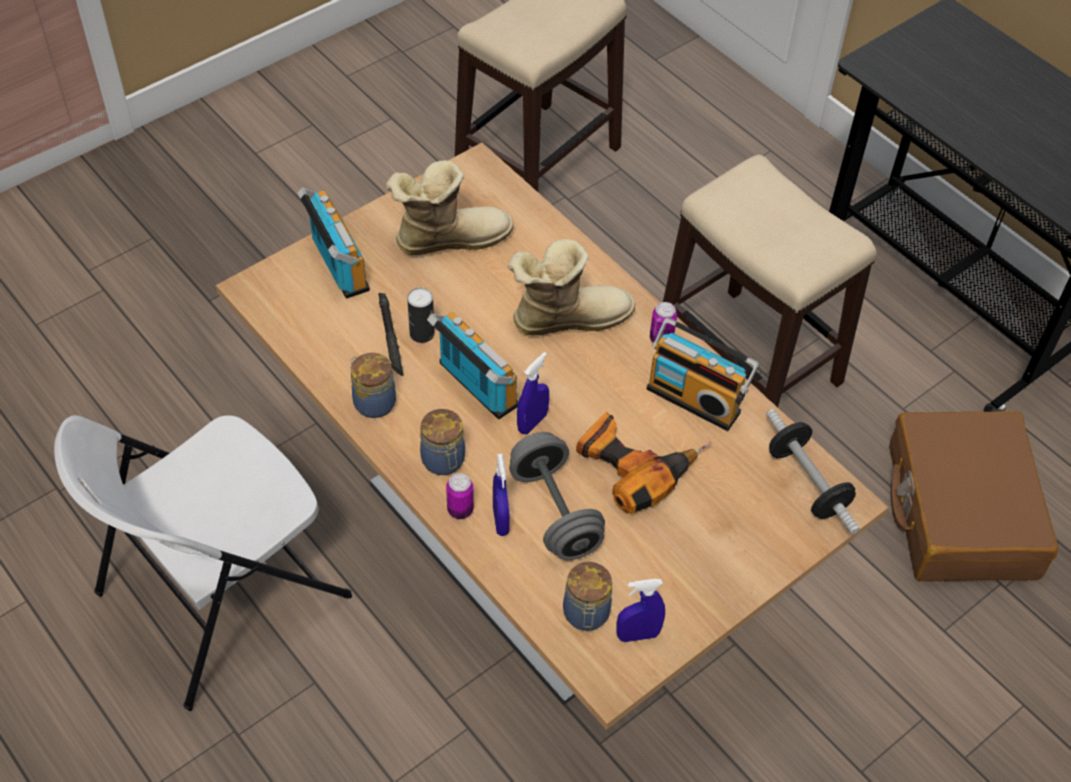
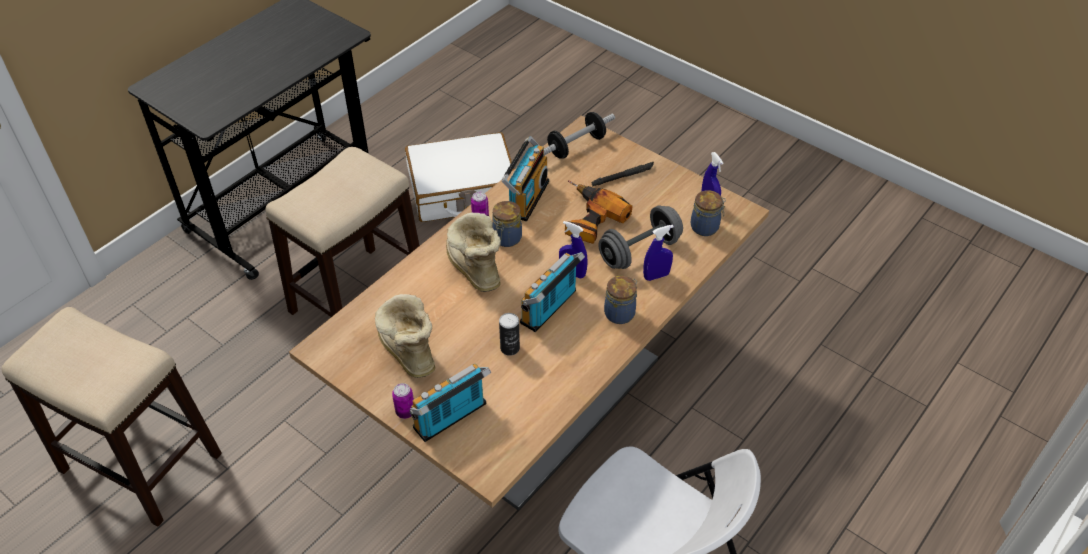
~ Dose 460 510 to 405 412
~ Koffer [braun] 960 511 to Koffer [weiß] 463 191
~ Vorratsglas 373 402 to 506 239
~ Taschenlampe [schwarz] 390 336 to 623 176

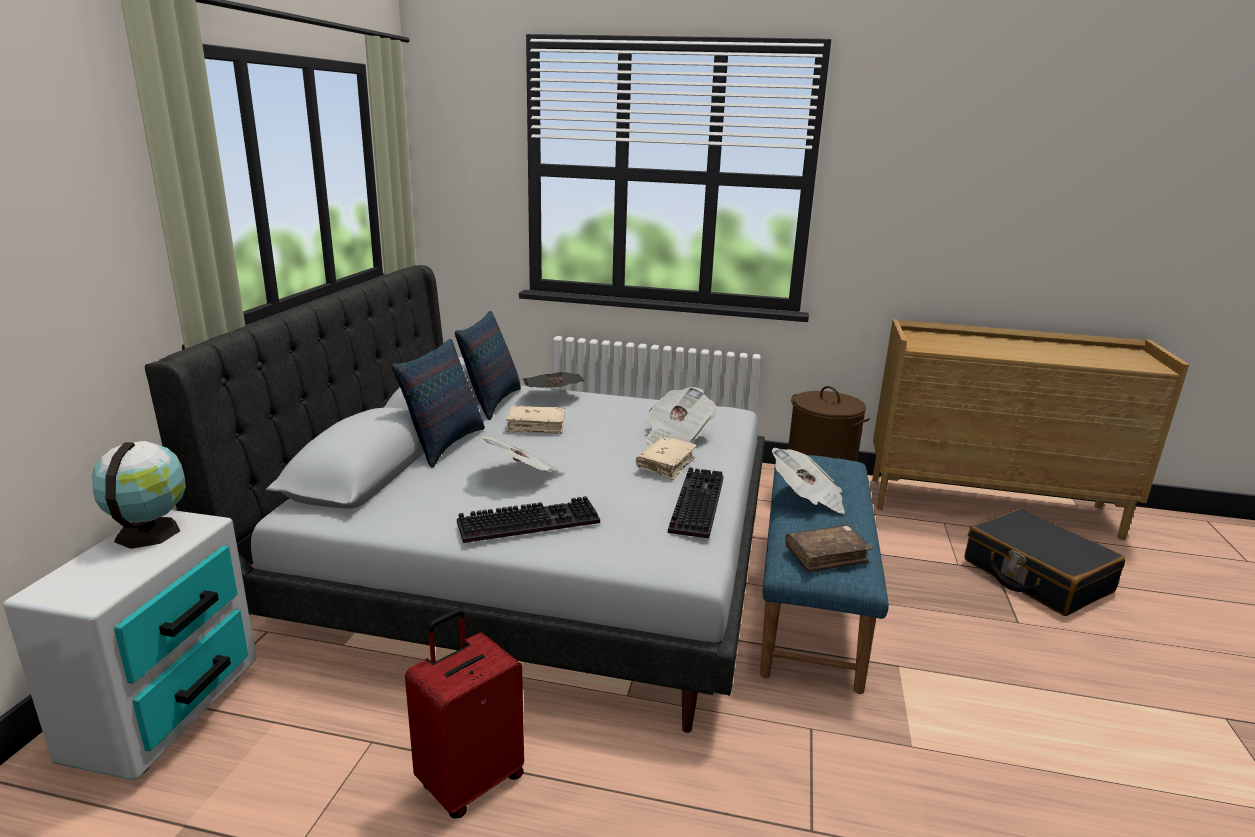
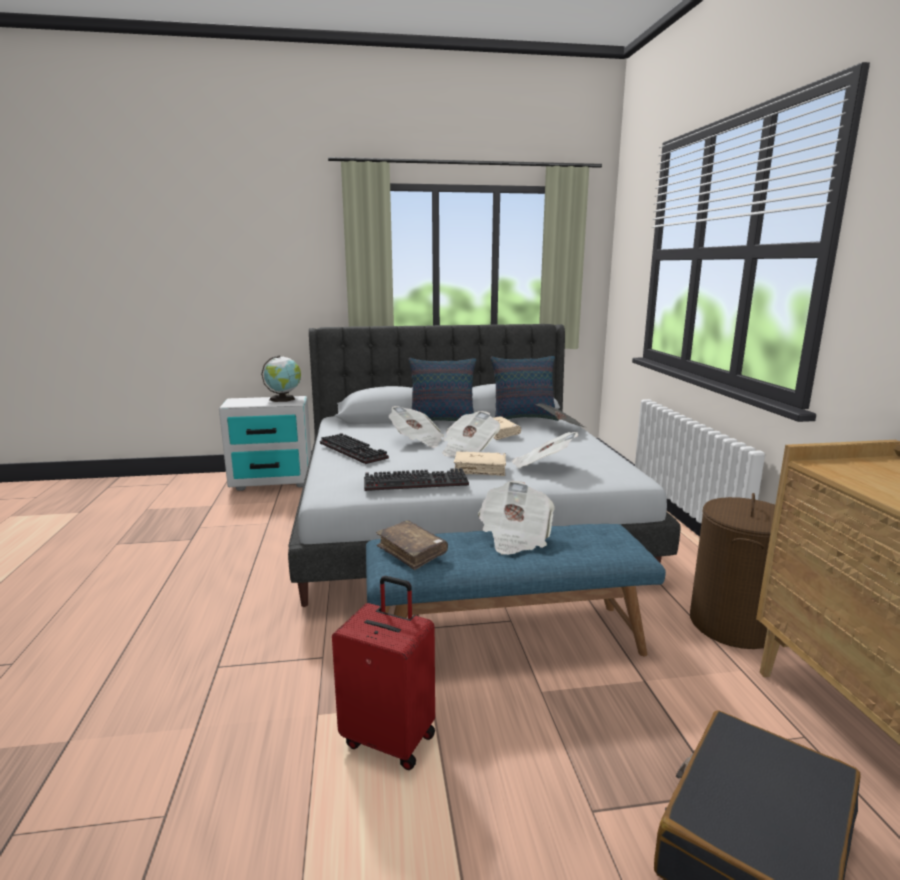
~ Koffer [rot] 470 781 to 390 738
+ Zeitung 468 450

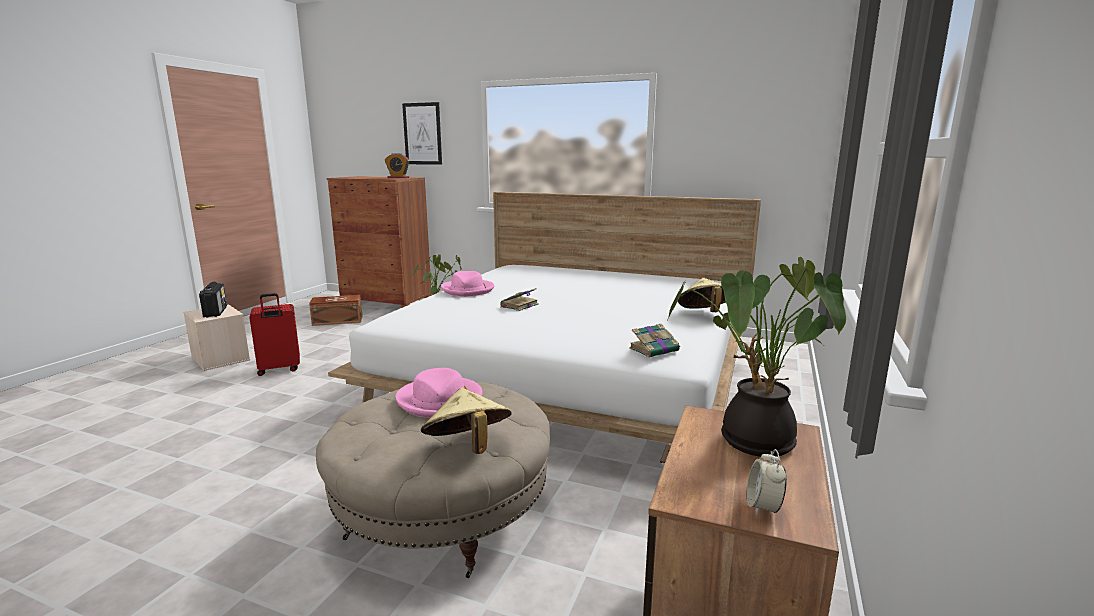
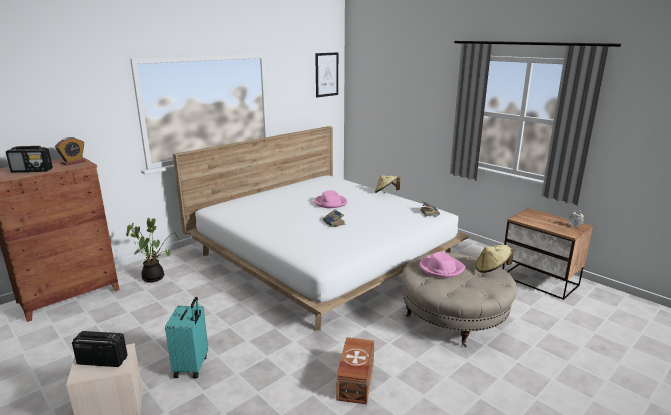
+ Radio 32 170
~ Koffer [rot] 279 369 to Koffer [türkis] 192 366
~ Hut [rosa] 468 290 to 330 203
~ Bild 422 134 to 326 74
~ Aufbewahrungsbox [braun] 337 320 to 354 381
- Topfpflanze 750 441

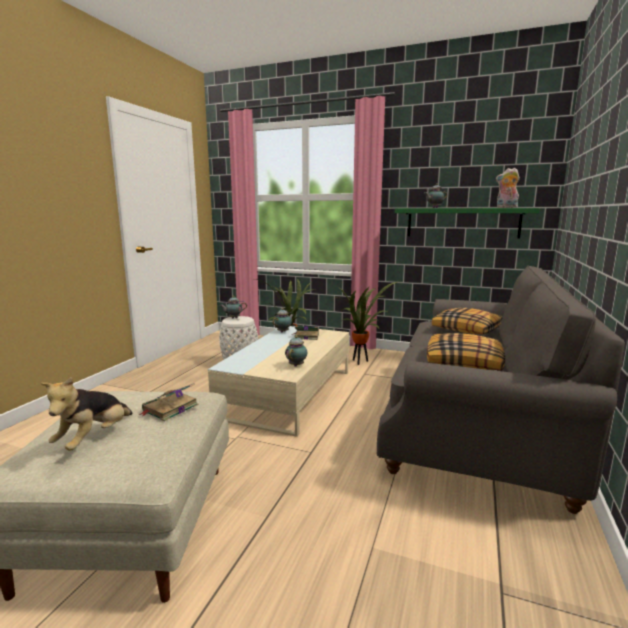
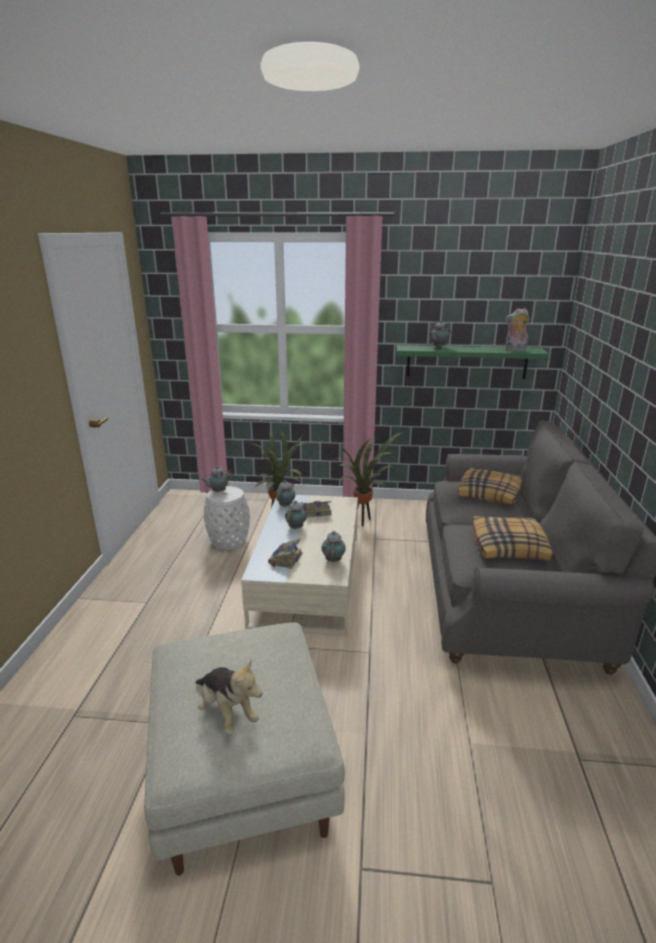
~ Plüschtier 94 438 = 227 712 45 degrees counterclockwise
~ Buch 169 408 to 285 559
+ Teekanne 296 527

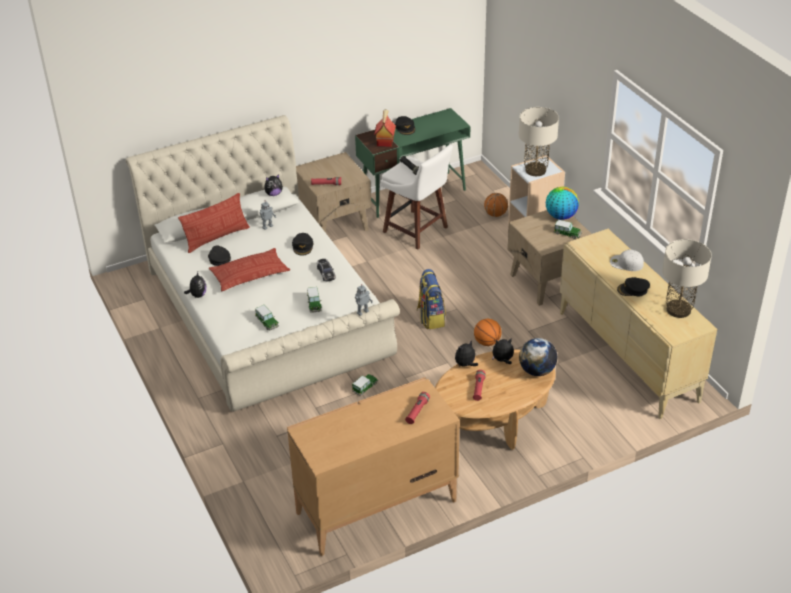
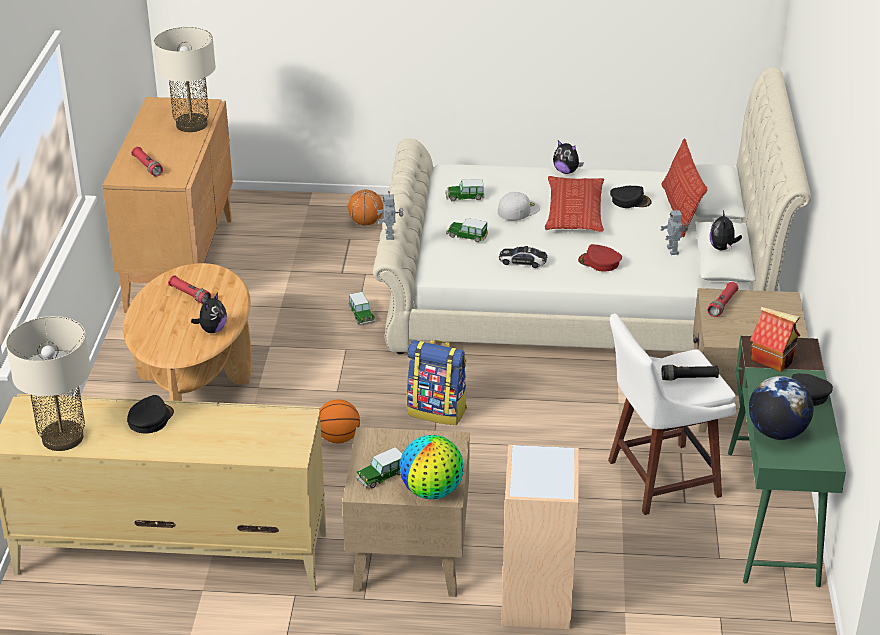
~ Tischlampe 535 170 to 191 125
~ Basketball 495 214 to 366 223
~ Kappe [weiß] 626 263 to 518 210
~ Kappe [schwarz] 303 246 to Kappe [rot] 599 262
~ Globus 537 371 to 776 432
- Plüschtier 465 365

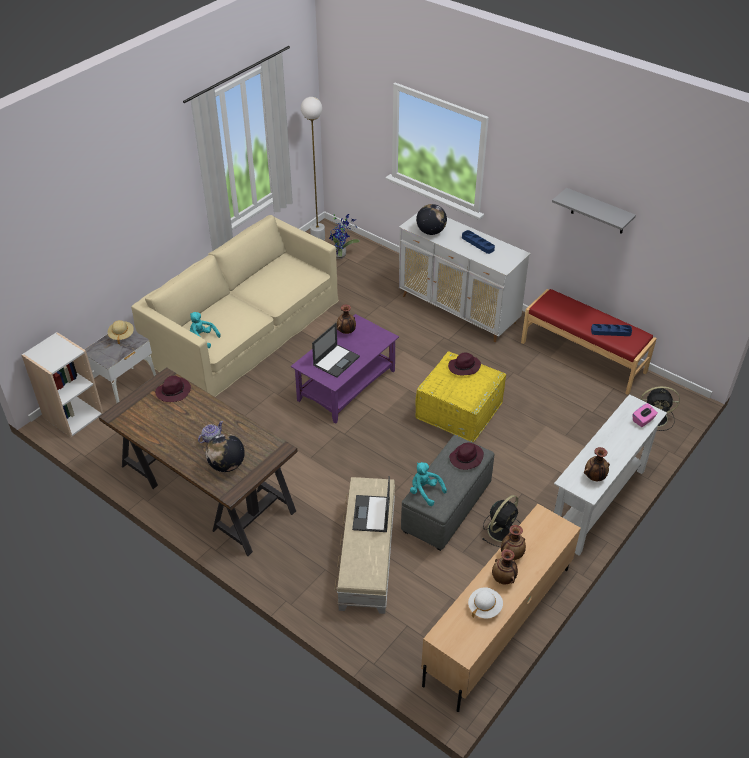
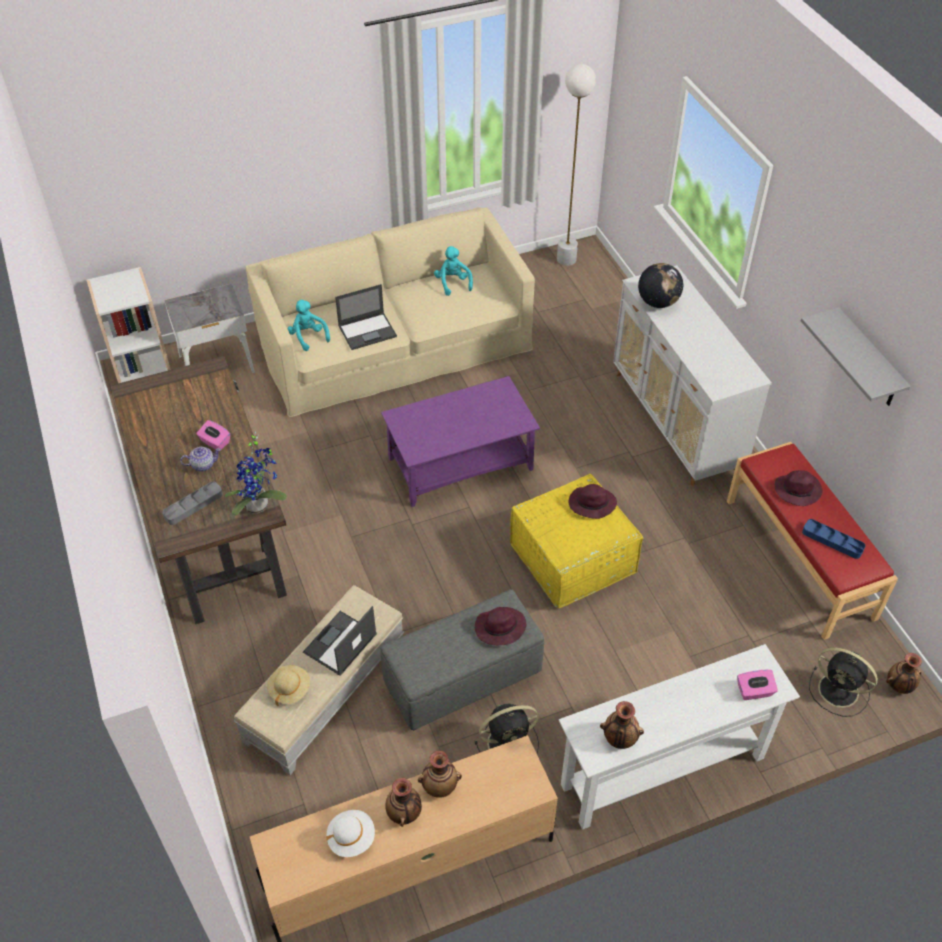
~ Globus 226 465 to Tablett [grau] 193 505
+ Taschentuchbox [rosa] 215 442
~ Topfpflanze 341 255 to 259 505
~ Hut [beige] 121 335 to 289 689
~ Laptop 336 360 to 368 331
~ Plüschtier [türkis] 425 491 to 453 283
~ Hut [lila] 174 391 to 798 490
~ Vase 346 331 to 899 686
- Tablett [blau] 478 243

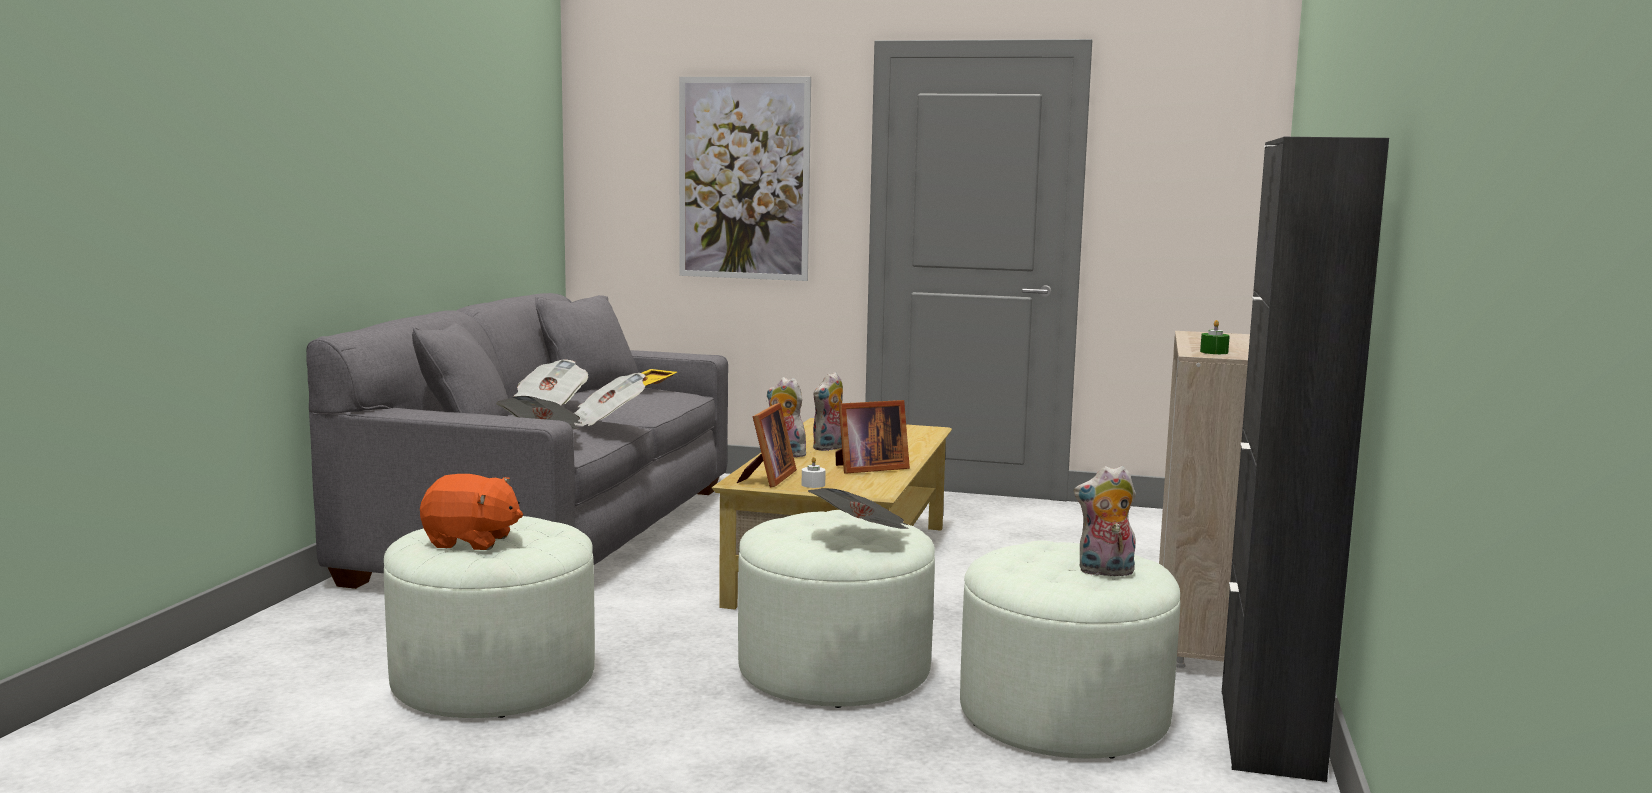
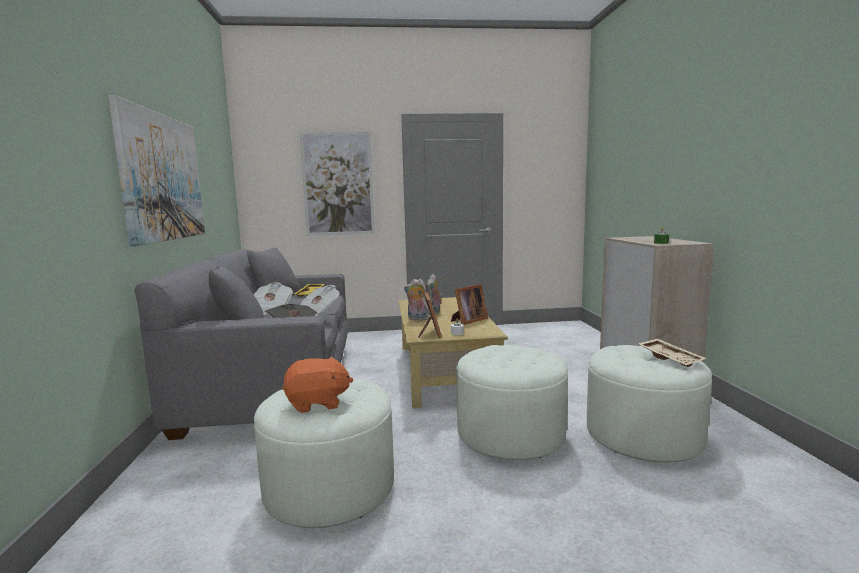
+ Bild 162 177
~ Plüschtier 1105 572 to Tablett [beige] 671 358
- Zeitung 862 537
- Schrank [schwarz] 1269 733

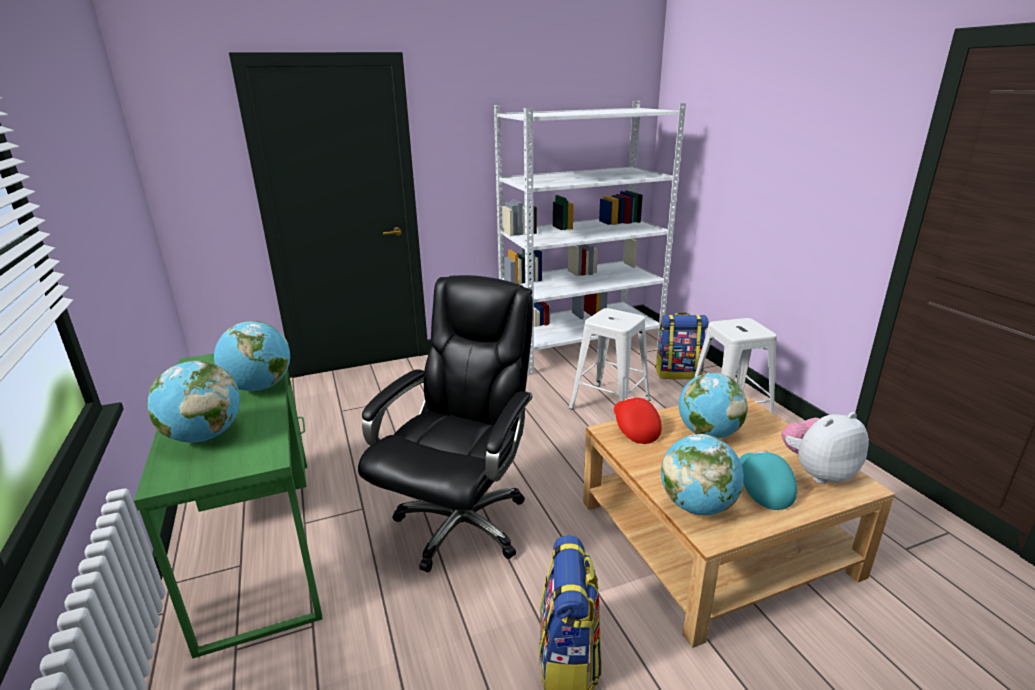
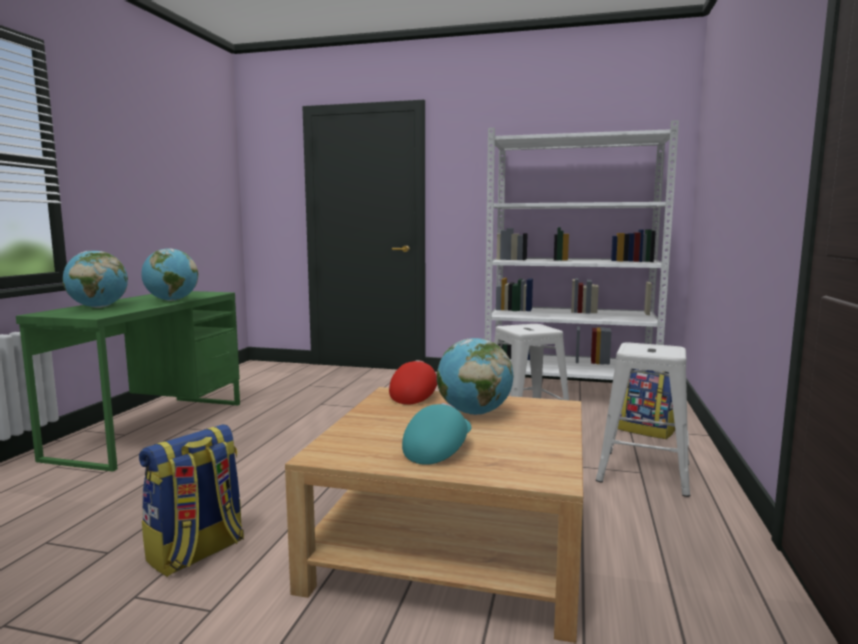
- Bürostuhl [schwarz] 460 526
- Globus 697 506
- Plüschtier 817 472

